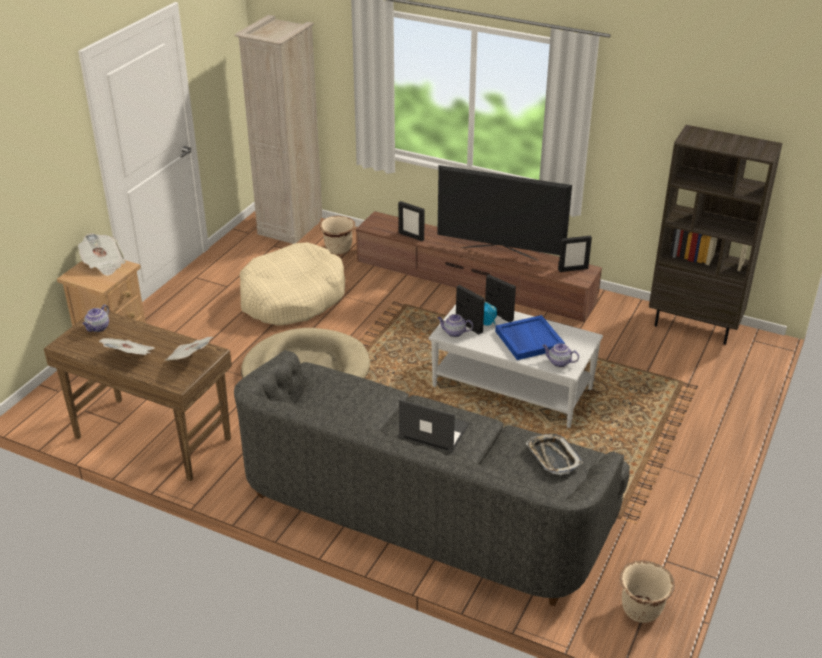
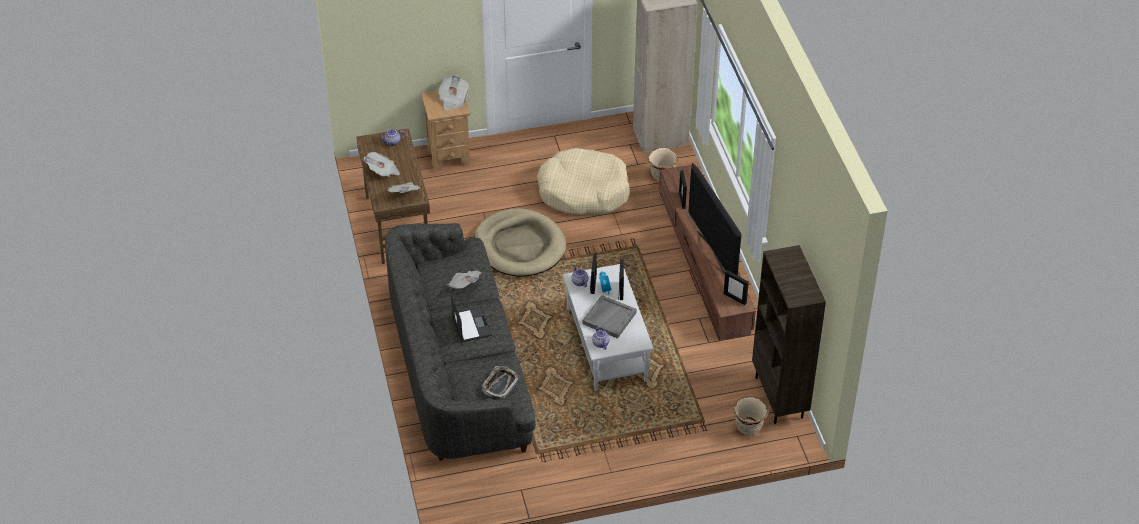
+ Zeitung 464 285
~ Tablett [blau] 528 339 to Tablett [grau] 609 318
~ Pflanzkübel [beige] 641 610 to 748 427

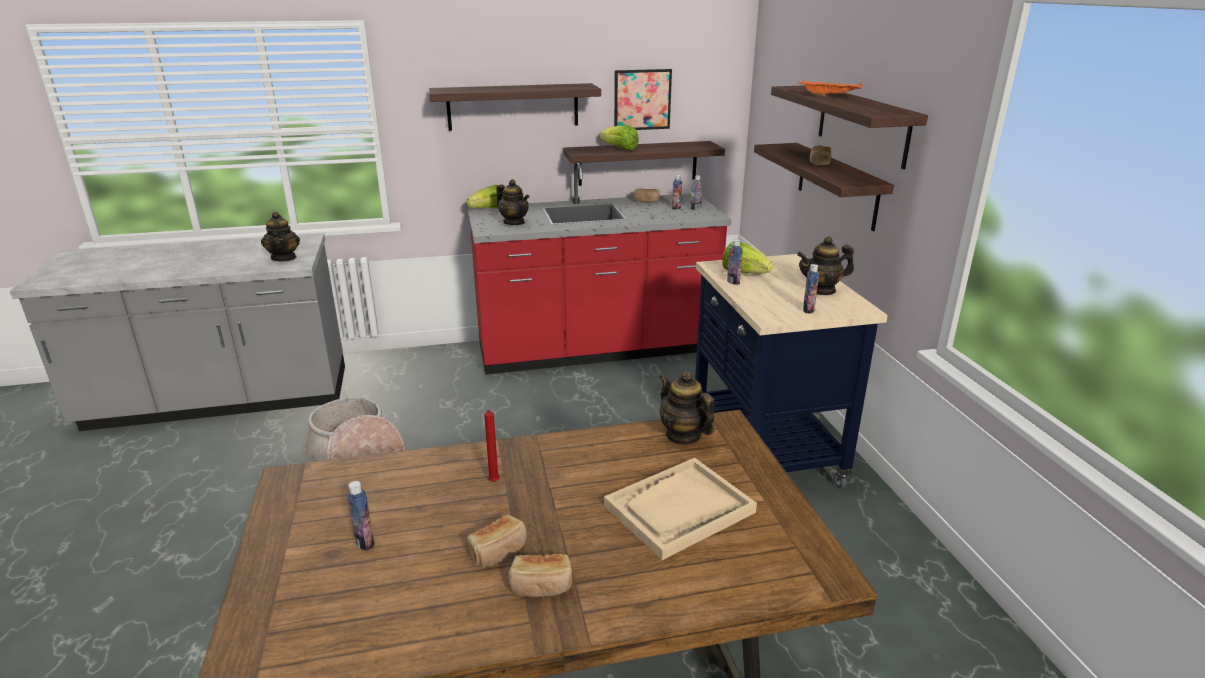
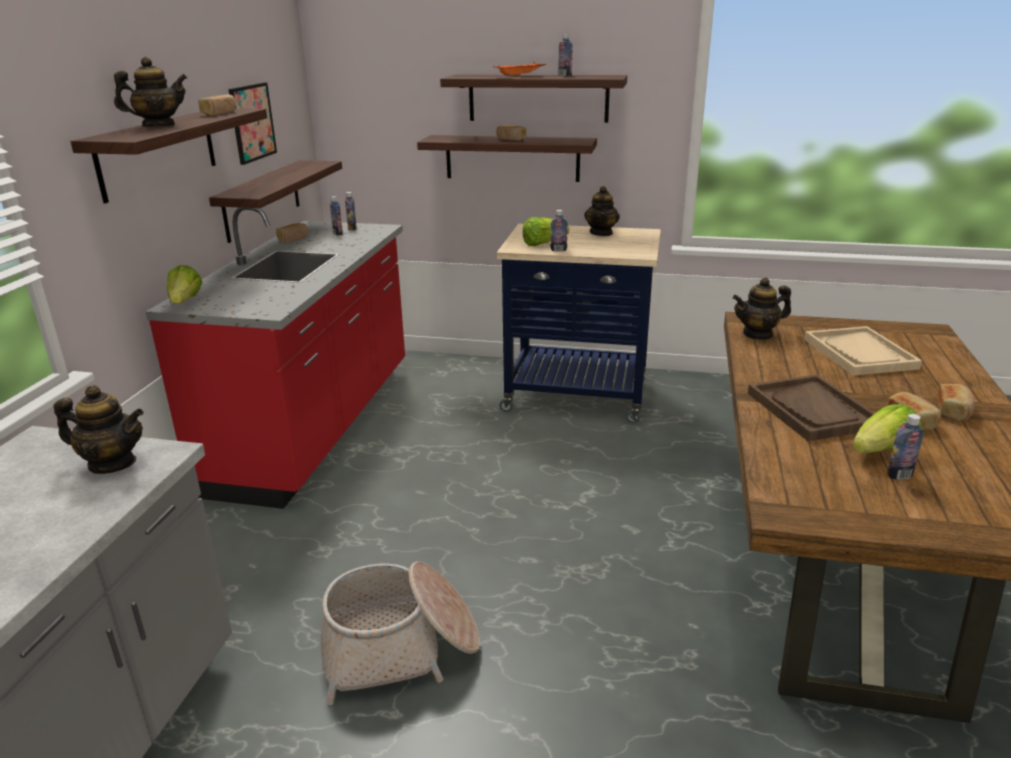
~ Teekanne 514 222 to 158 126
+ Brot 220 113
~ Flasche 808 310 to 565 75
~ Kerze [rot] 493 483 to Tablett [braun] 812 410
~ Salatkopf 620 149 to 882 451

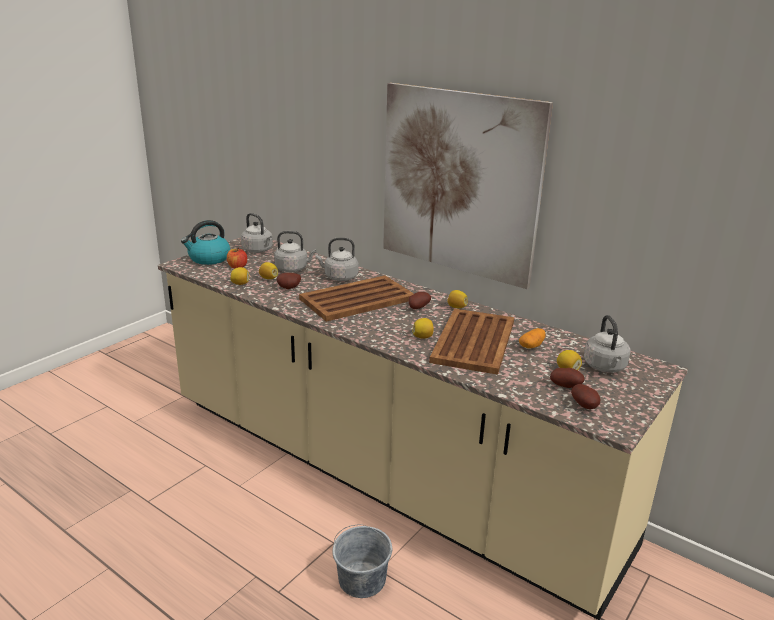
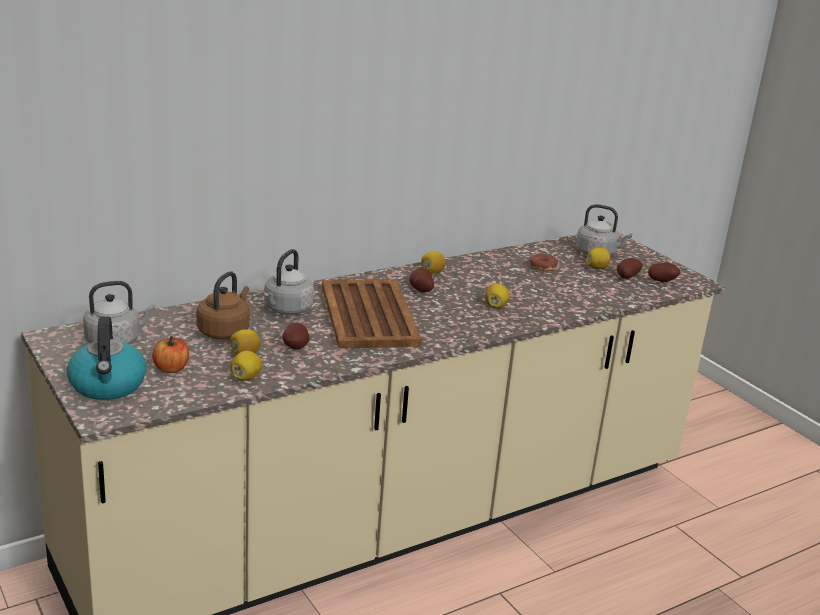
~ Wasserkessel [grau] 293 269 to Wasserkessel [braun] 225 331
~ Kartoffel 531 346 to Donut 543 267
- Eimer [grau] 362 580
- Bild 459 183
- Tablett [braun] 474 341

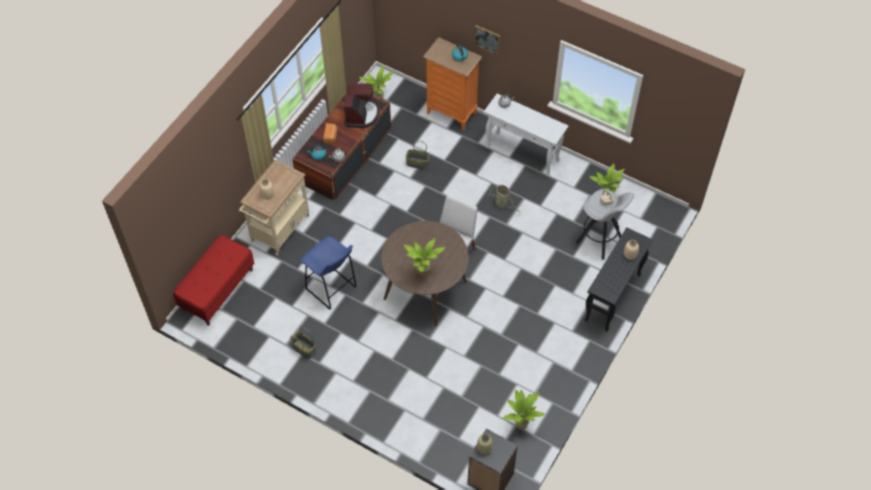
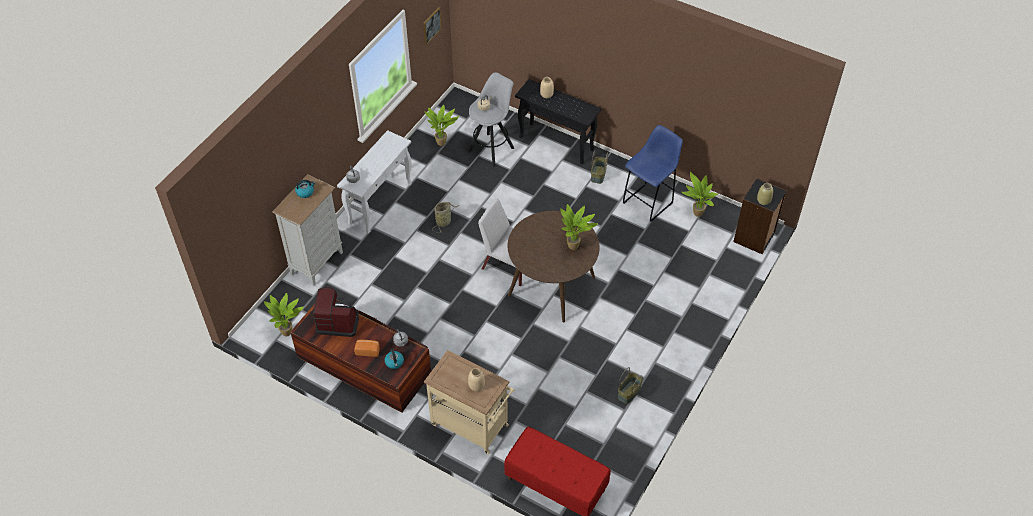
~ Kommode [orange] 452 114 to Kommode [weiß] 318 263
~ Bild 487 39 to 431 25
~ Korb 417 163 to 598 175
~ Hocker [blau] 332 289 to 649 202

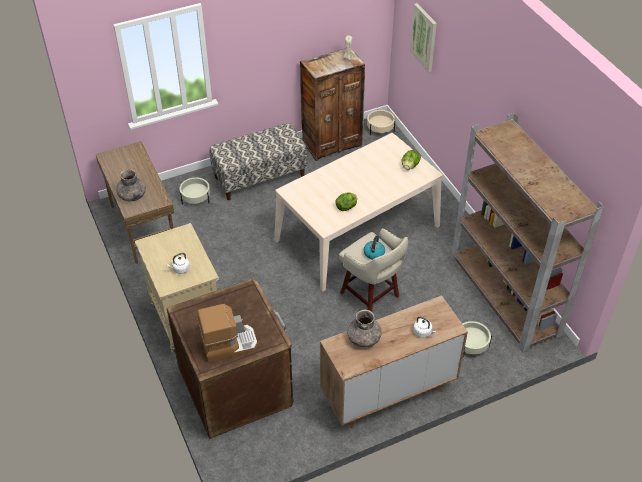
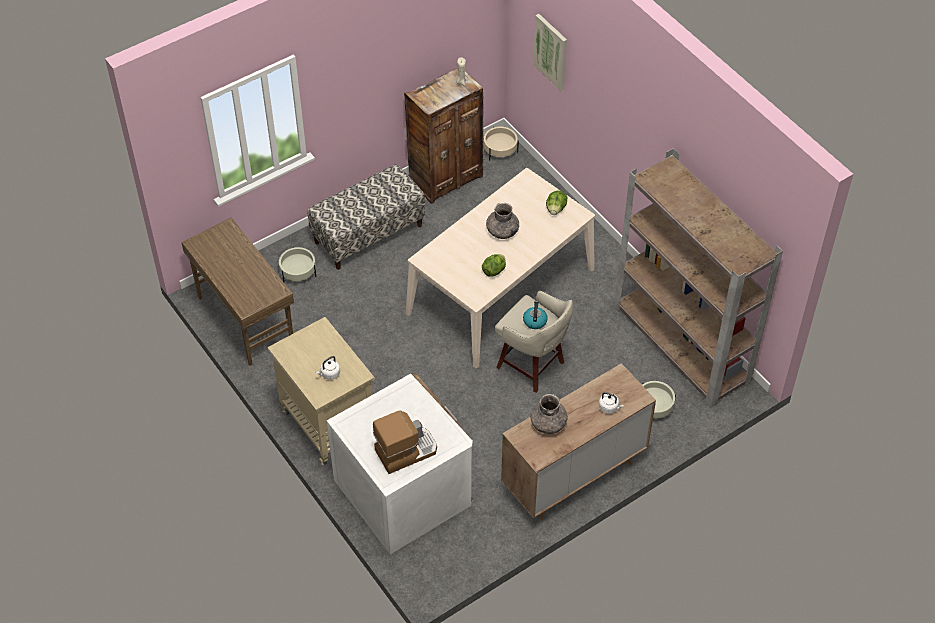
~ Kommode [braun] 236 384 to Kommode [weiß] 405 490
~ Vase [grau] 132 195 to 502 231

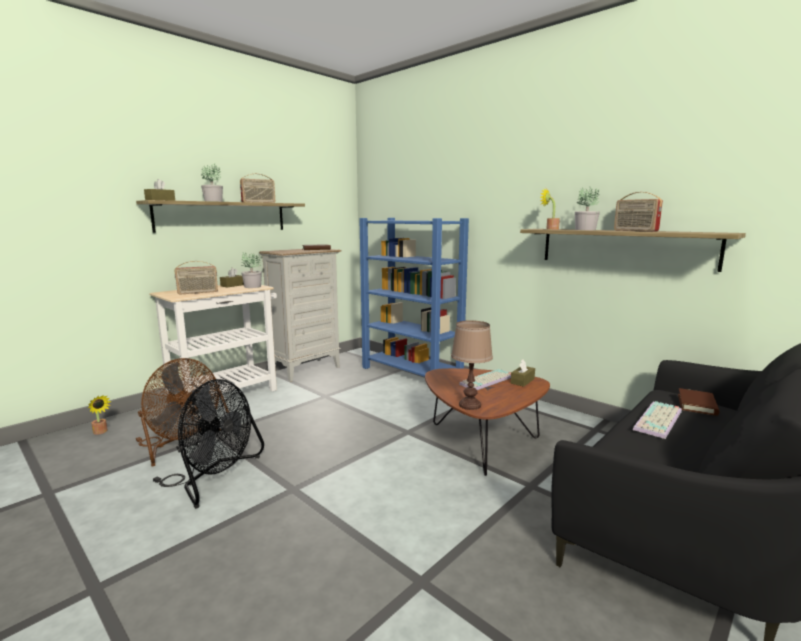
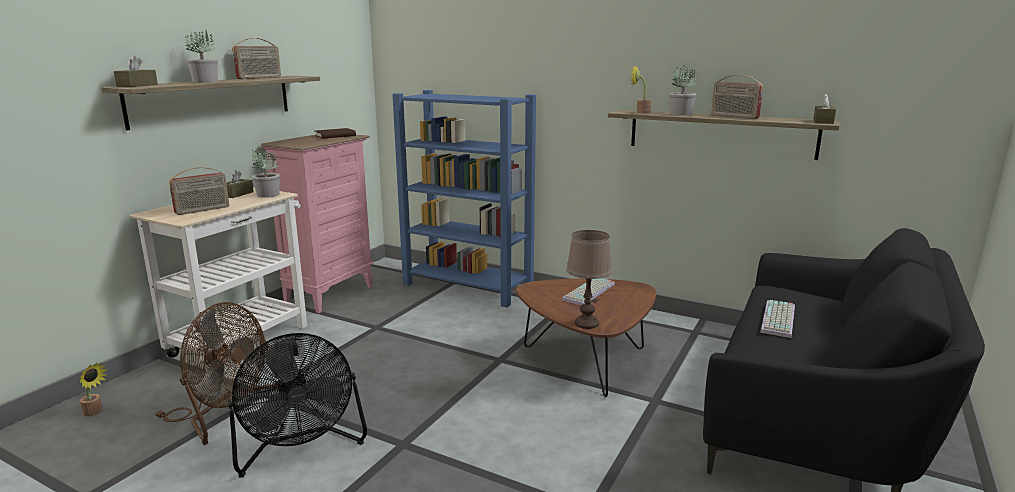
~ Ventilator [schwarz] 212 478 = 295 447 60 degrees clockwise
~ Kommode [weiß] 307 370 to Kommode [rosa] 332 294
~ Taschentuchbox [braun] 522 381 to 823 121
- Buch [braun] 697 404

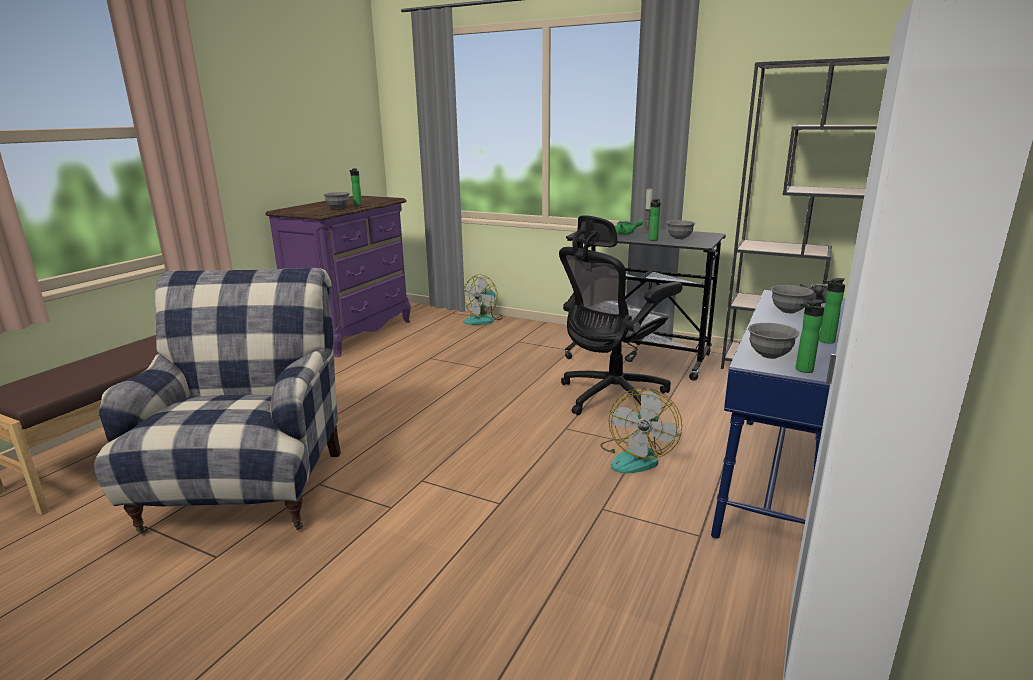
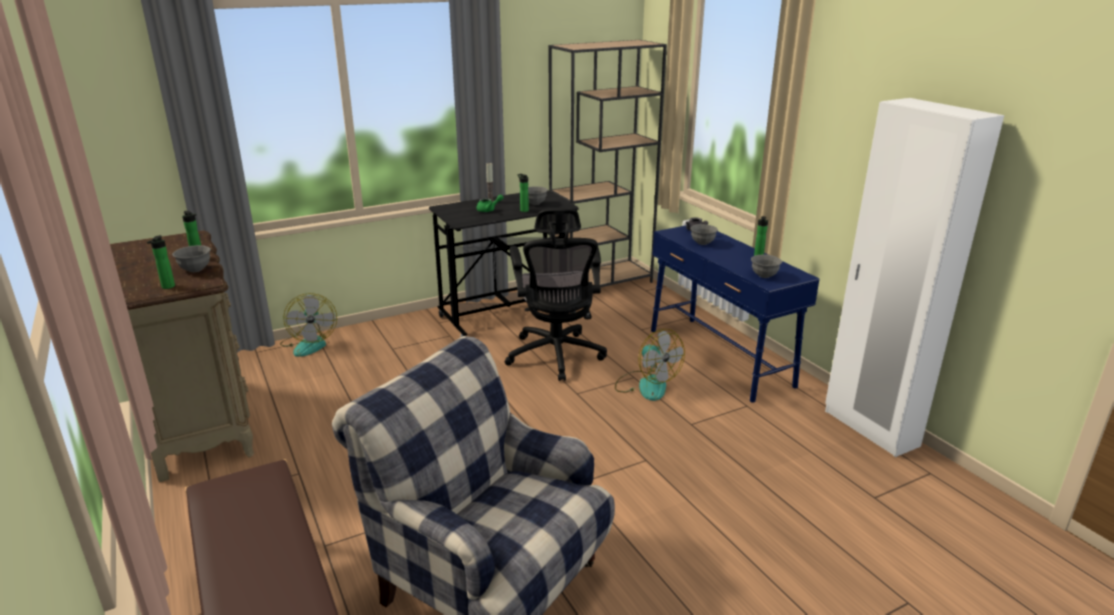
~ Kommode [lila] 356 334 to Kommode [beige] 203 425
~ Flasche 802 370 to 167 287

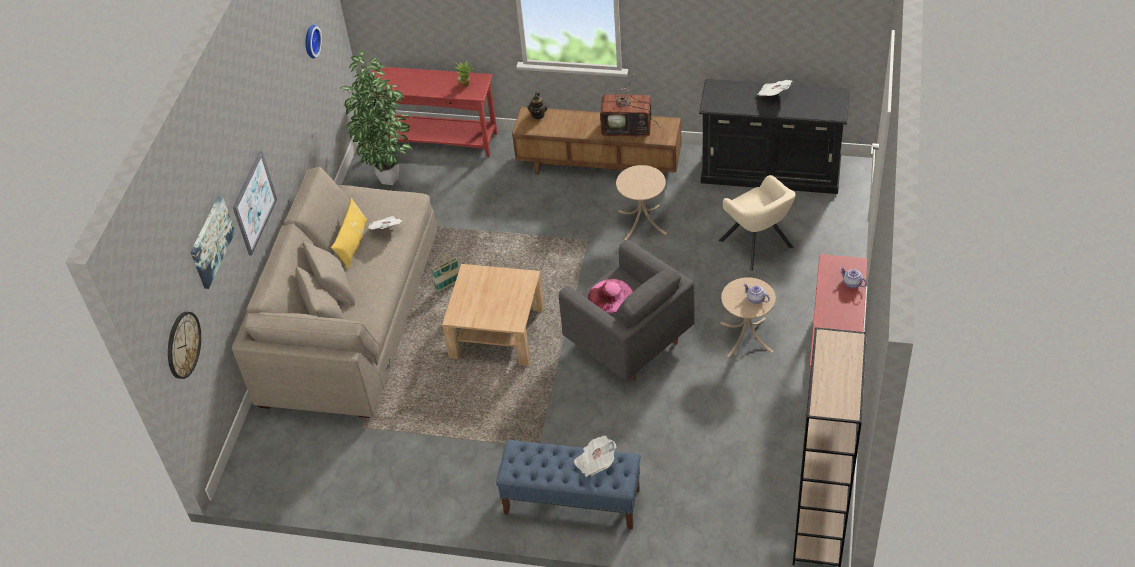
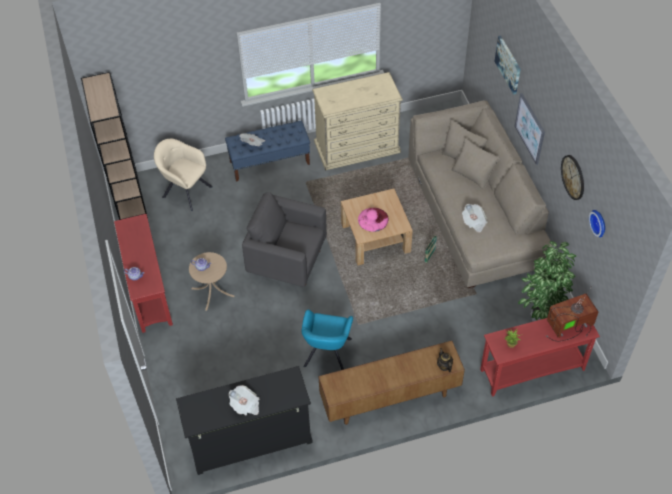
~ Sessel [beige] 757 245 to 185 191
~ Beistelltisch [beige] 642 222 to Sessel [türkis] 327 354
+ Kommode [beige] 357 147
~ Hut [rosa] 610 296 to 373 219
~ Fernseher 628 128 to 569 326
~ Wanduhr 183 345 to 573 177
- Kissen [gelb] 353 244

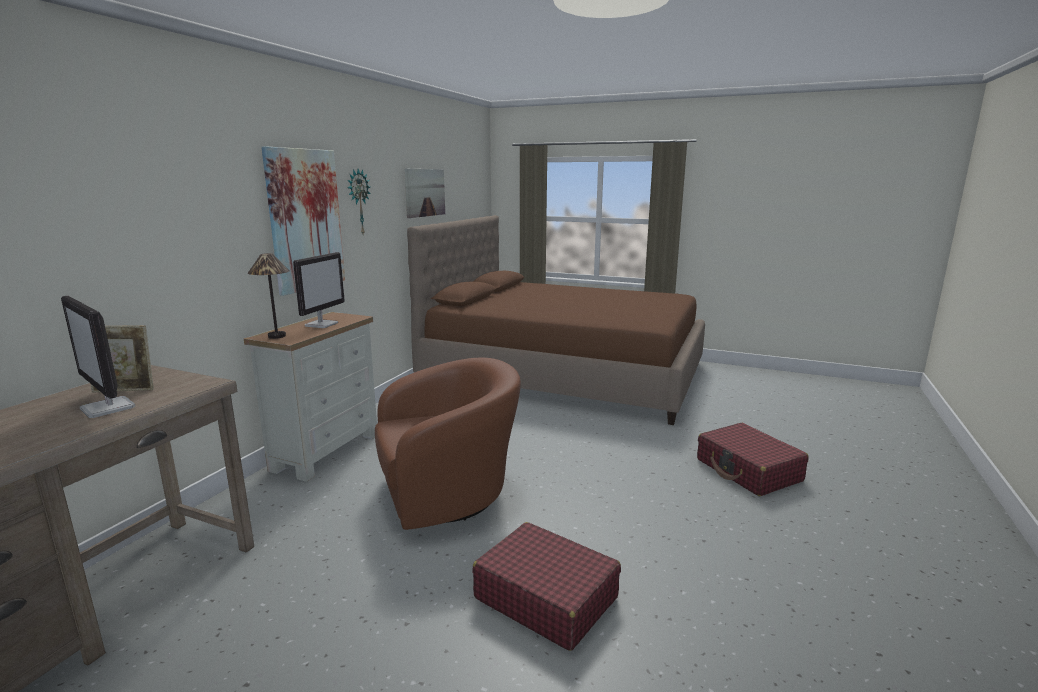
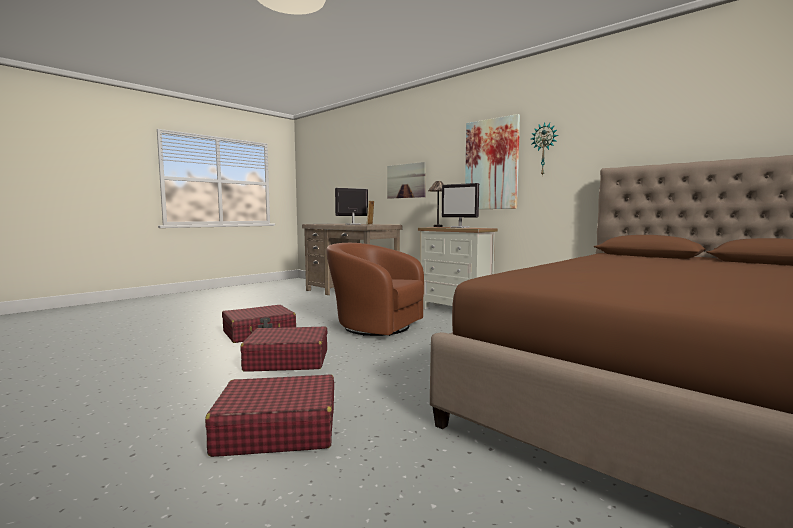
+ Koffer [rot] 287 360
~ Sessel [braun] 449 495 = 375 327 120 degrees clockwise
~ Bild 425 192 to 406 181

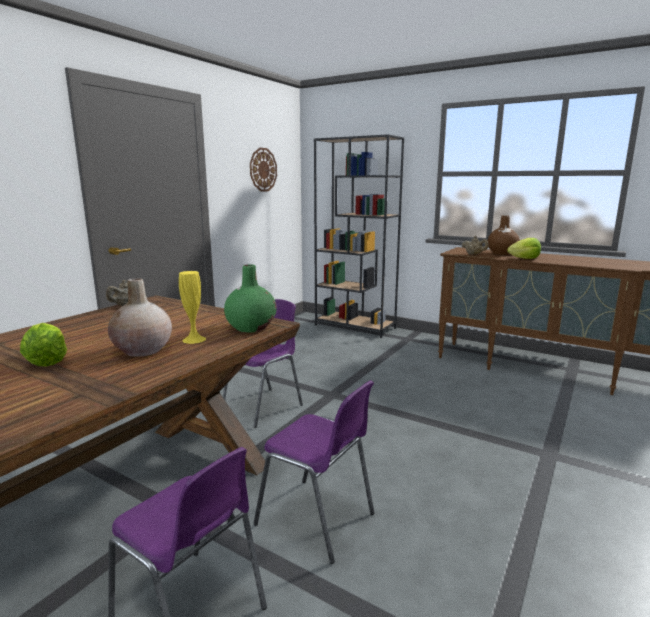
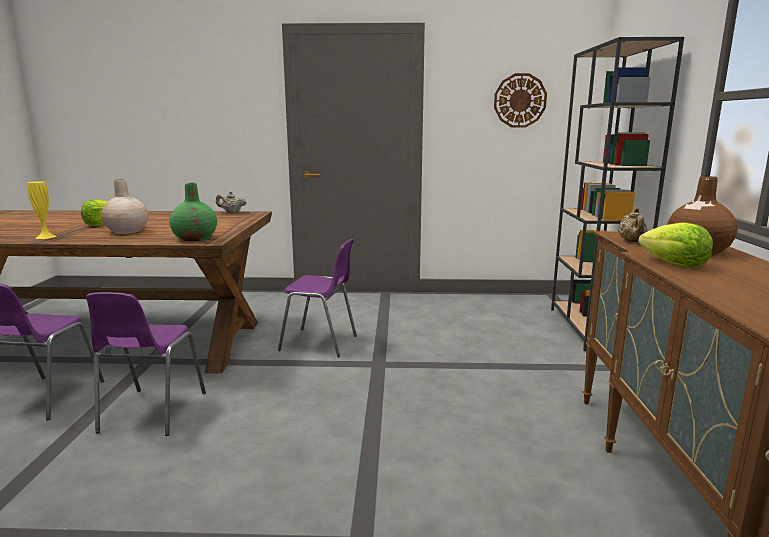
~ Vase [gelb] 194 339 to 46 237

